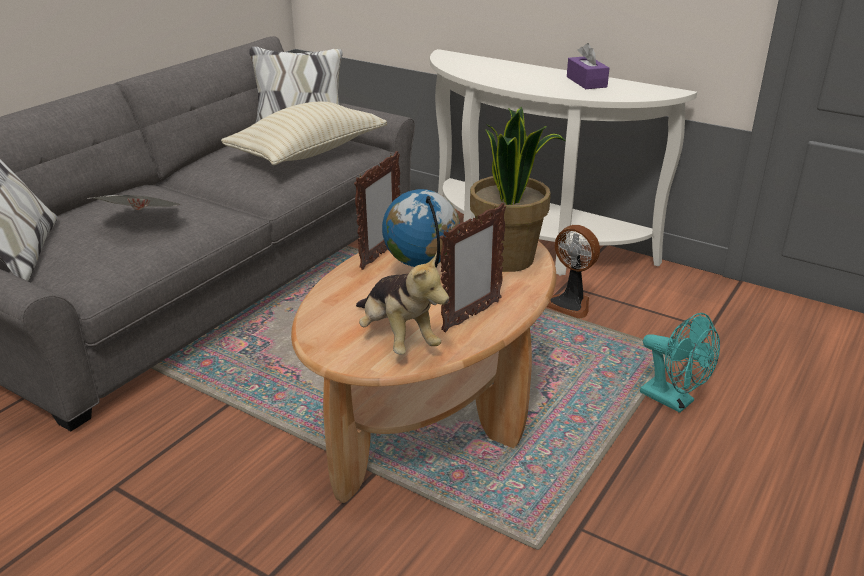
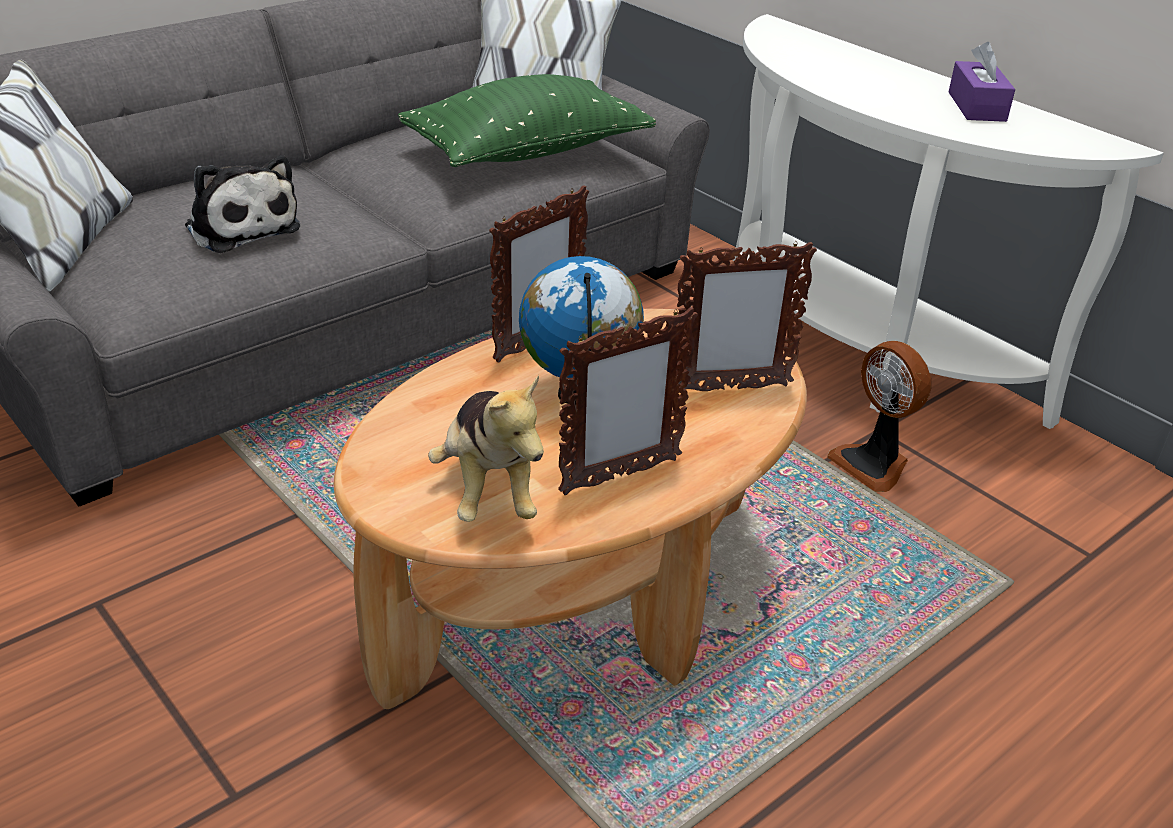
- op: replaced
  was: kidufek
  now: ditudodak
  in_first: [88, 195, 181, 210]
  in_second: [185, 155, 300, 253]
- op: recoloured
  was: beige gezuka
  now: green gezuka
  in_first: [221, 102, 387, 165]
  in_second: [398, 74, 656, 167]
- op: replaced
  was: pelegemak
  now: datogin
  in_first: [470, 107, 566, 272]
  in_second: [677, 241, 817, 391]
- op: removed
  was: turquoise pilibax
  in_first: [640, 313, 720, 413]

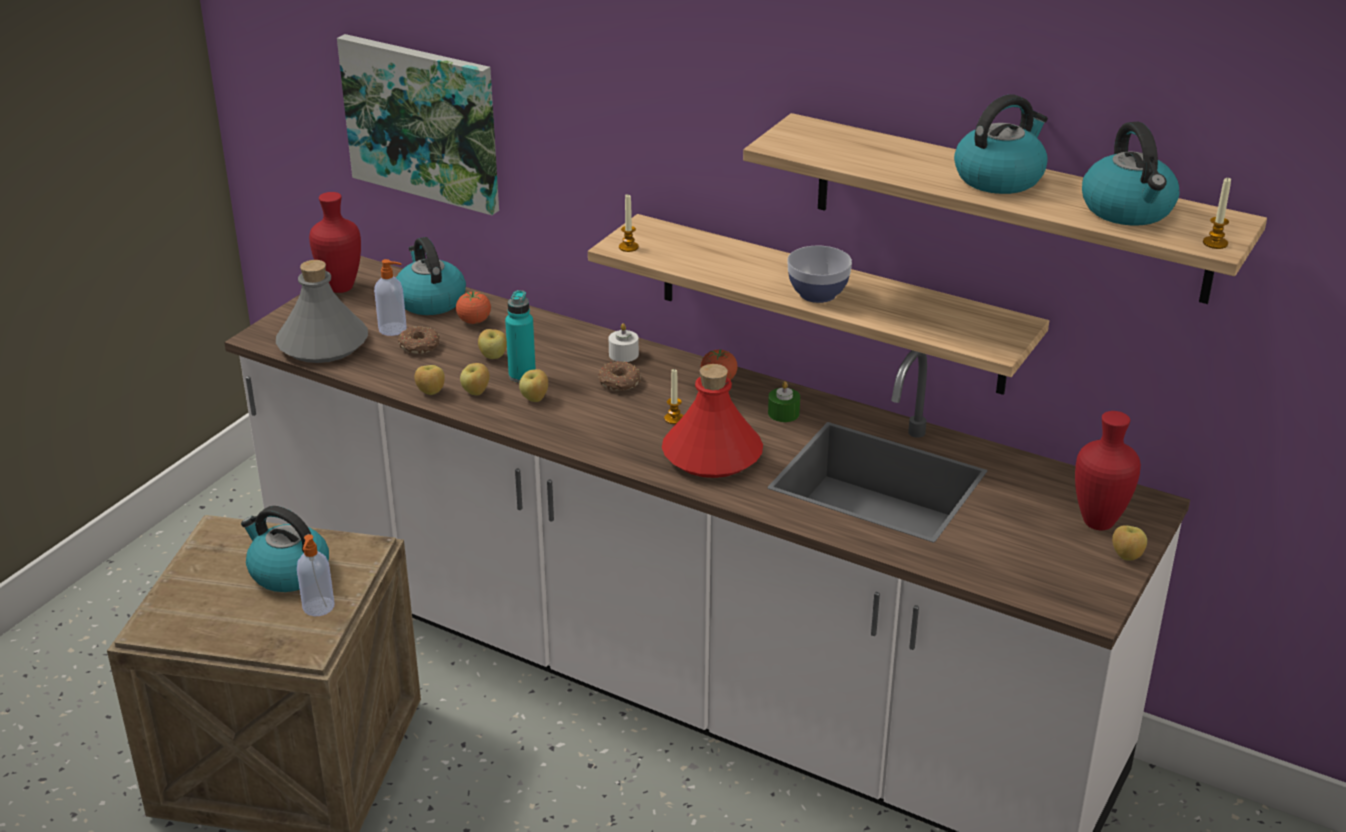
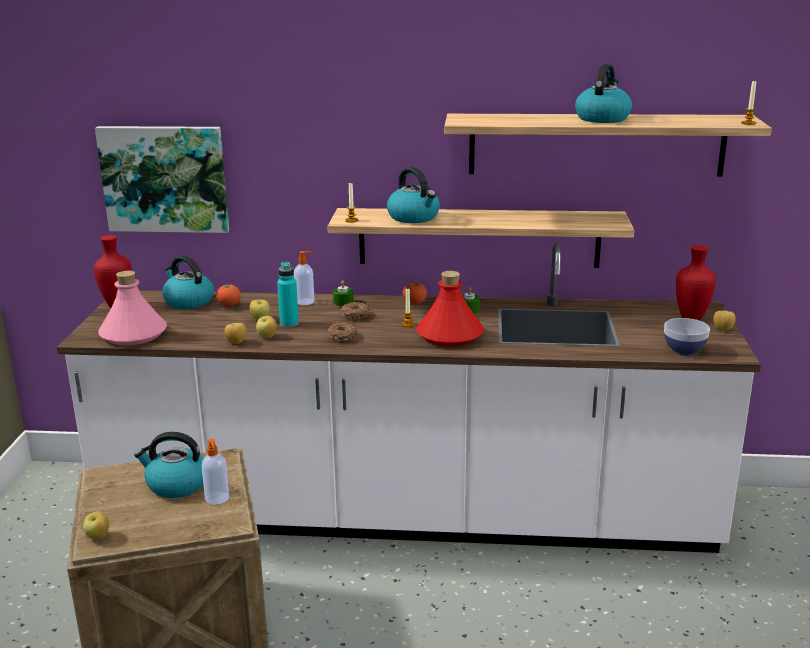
- op: recoloured
  was: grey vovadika
  now: pink vovadika
  in_first: [276, 260, 368, 363]
  in_second: [98, 271, 167, 345]
- op: moved
  was: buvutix
  in_first: [374, 259, 407, 336]
  in_second: [294, 251, 315, 305]
- op: moved
  was: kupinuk
  in_first: [398, 326, 440, 354]
  in_second: [327, 323, 358, 341]
- op: moved
  was: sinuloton
  in_first: [519, 369, 548, 402]
  in_second: [83, 511, 109, 540]
- op: recoloured
  was: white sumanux
  now: green sumanux
  in_first: [609, 323, 639, 362]
  in_second: [333, 280, 353, 307]
- op: moved
  was: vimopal
  in_first: [787, 246, 852, 303]
  in_second: [664, 318, 710, 356]
- op: moved
  was: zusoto
  in_first: [1082, 122, 1180, 226]
  in_second: [387, 167, 440, 223]

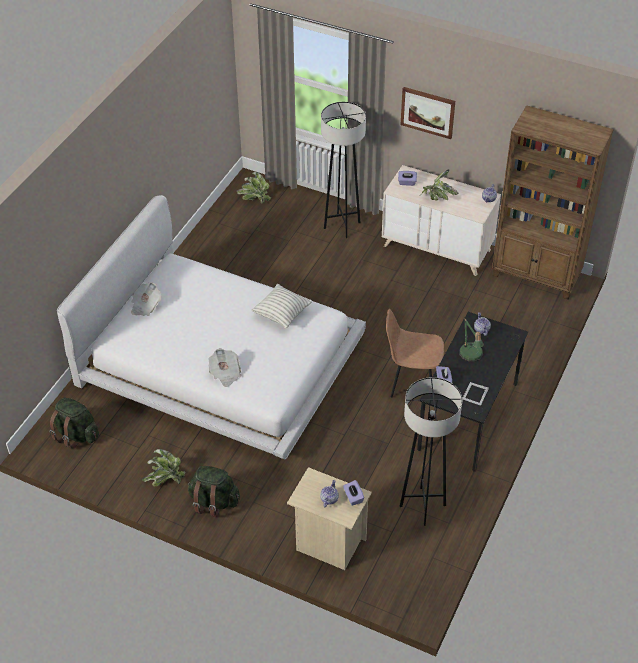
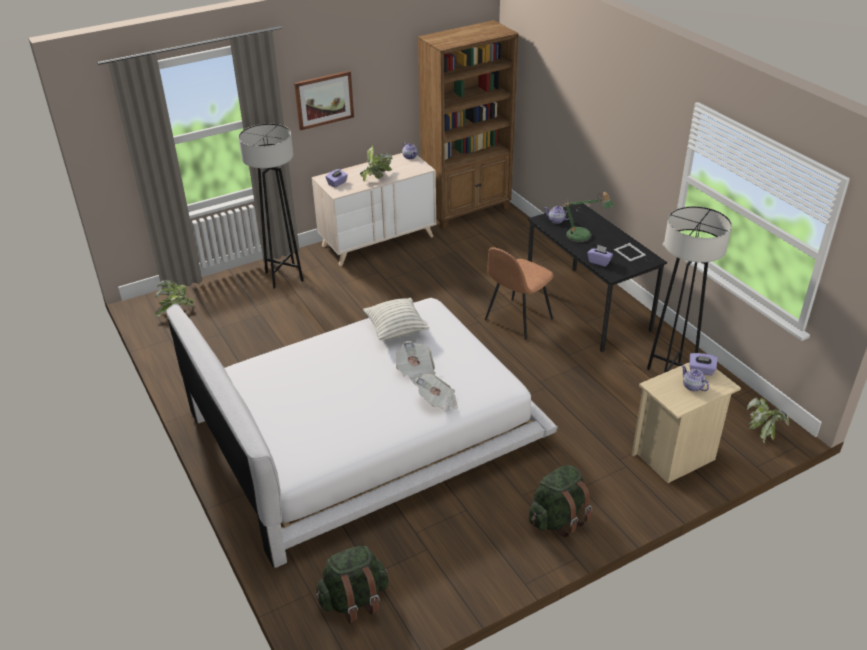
- op: moved
  was: kidufek
  in_first: [131, 282, 161, 316]
  in_second: [395, 341, 436, 386]
- op: moved
  was: pelegemak
  in_first: [142, 449, 186, 487]
  in_second: [747, 397, 789, 443]

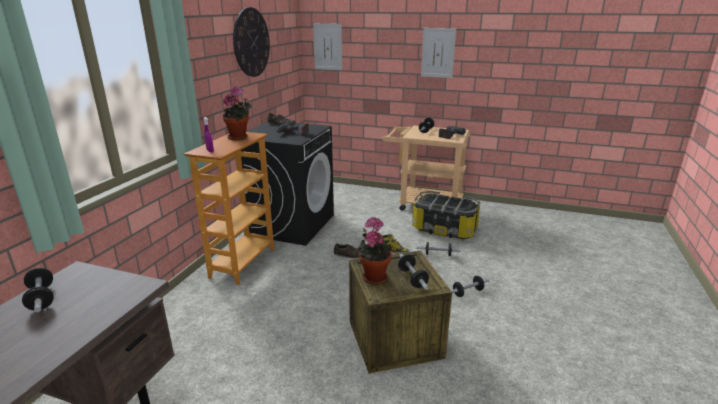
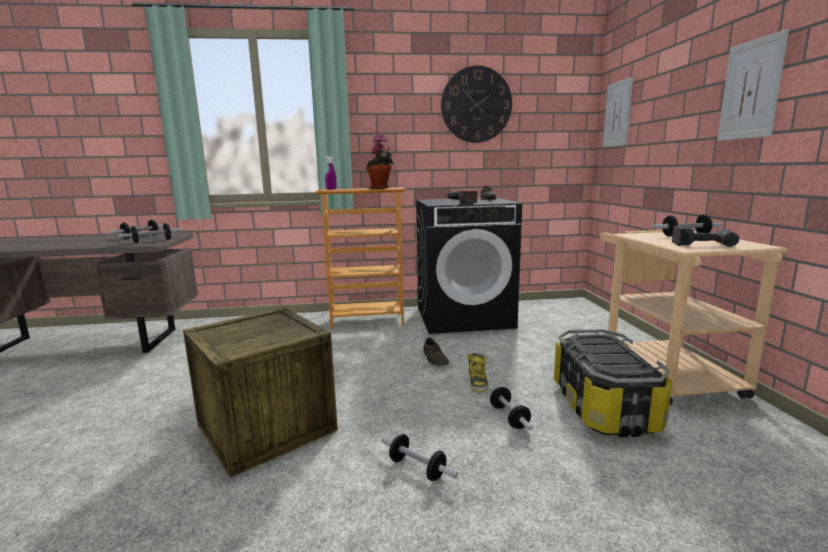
- op: removed
  was: pelegemak
  in_first: [357, 217, 392, 285]
- op: moved
  was: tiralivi
  in_first: [398, 254, 429, 290]
  in_second: [118, 223, 182, 243]

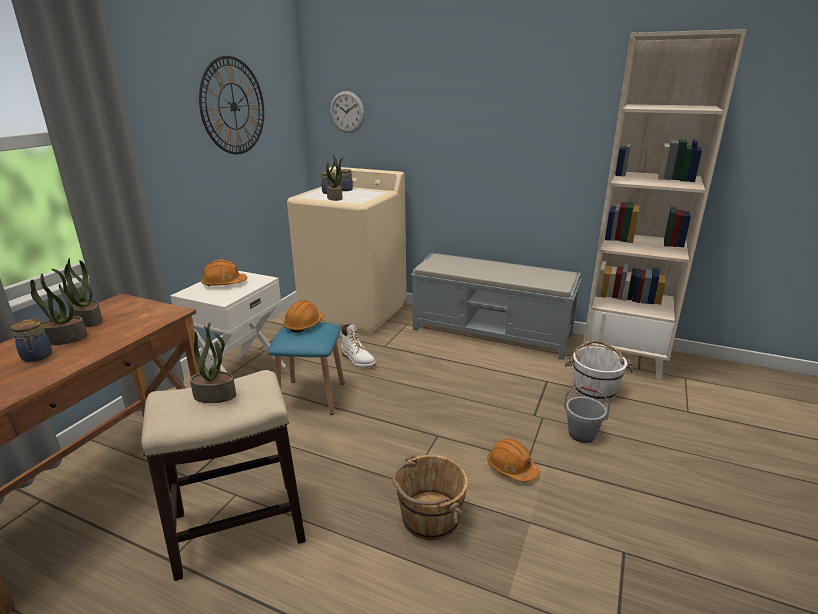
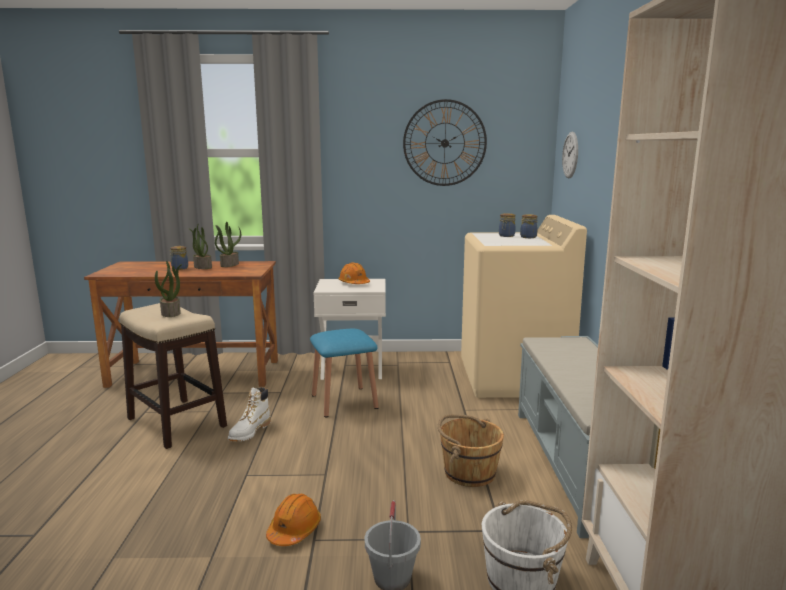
- op: removed
  was: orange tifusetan
  in_first: [283, 300, 324, 333]
- op: removed
  was: pelegemak
  in_first: [326, 155, 344, 201]
- op: moved
  was: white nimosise
  in_first: [341, 324, 376, 368]
  in_second: [228, 387, 271, 442]
- op: moved
  was: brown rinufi
  in_first: [392, 455, 468, 540]
  in_second: [438, 414, 504, 487]

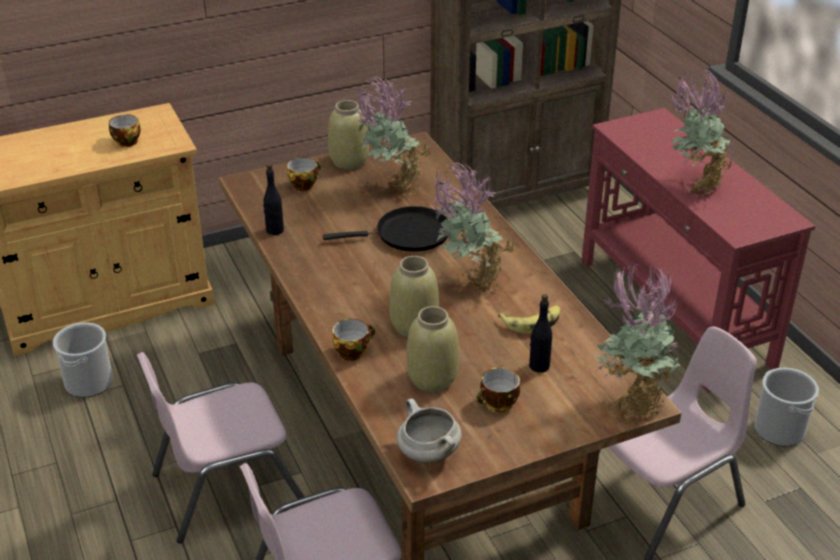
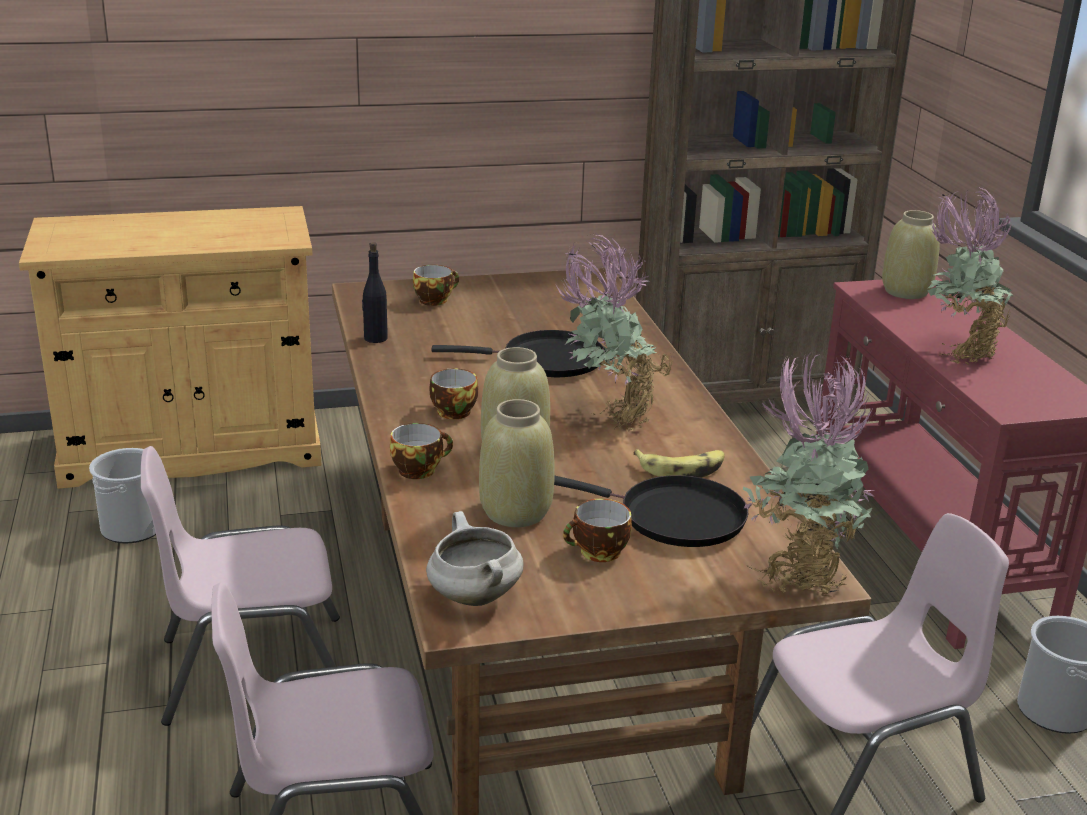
- op: moved
  was: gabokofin
  in_first: [109, 114, 141, 147]
  in_second: [429, 368, 478, 419]
- op: moved
  was: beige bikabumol
  in_first: [328, 100, 369, 169]
  in_second: [882, 210, 940, 299]
- op: removed
  was: pelegemak
  in_first: [355, 76, 431, 196]
- op: replaced
  was: black vovadika
  now: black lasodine
  in_first: [529, 294, 552, 373]
  in_second: [554, 475, 748, 547]

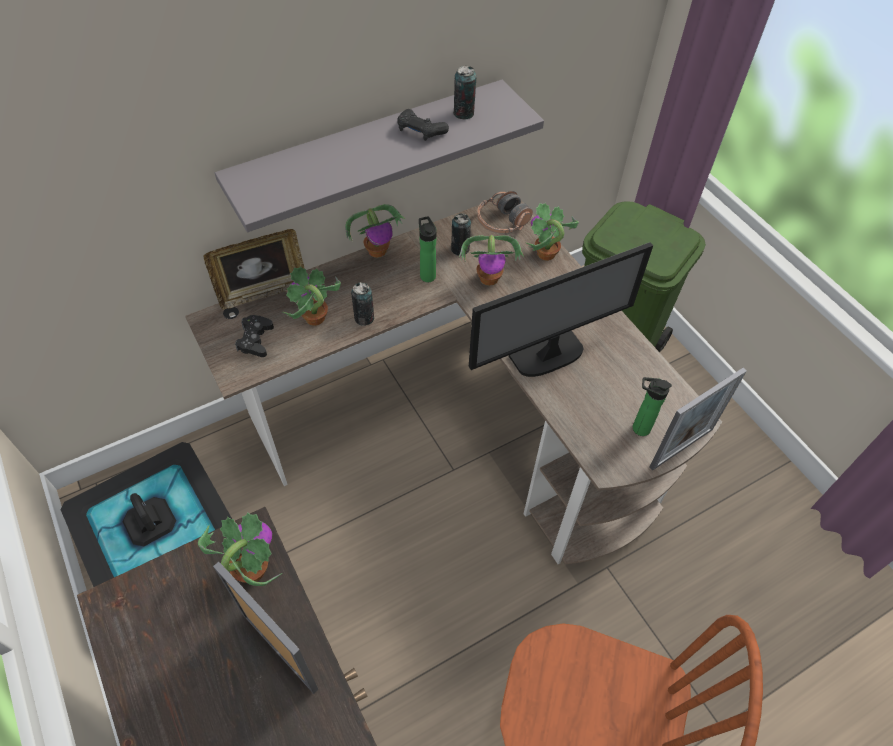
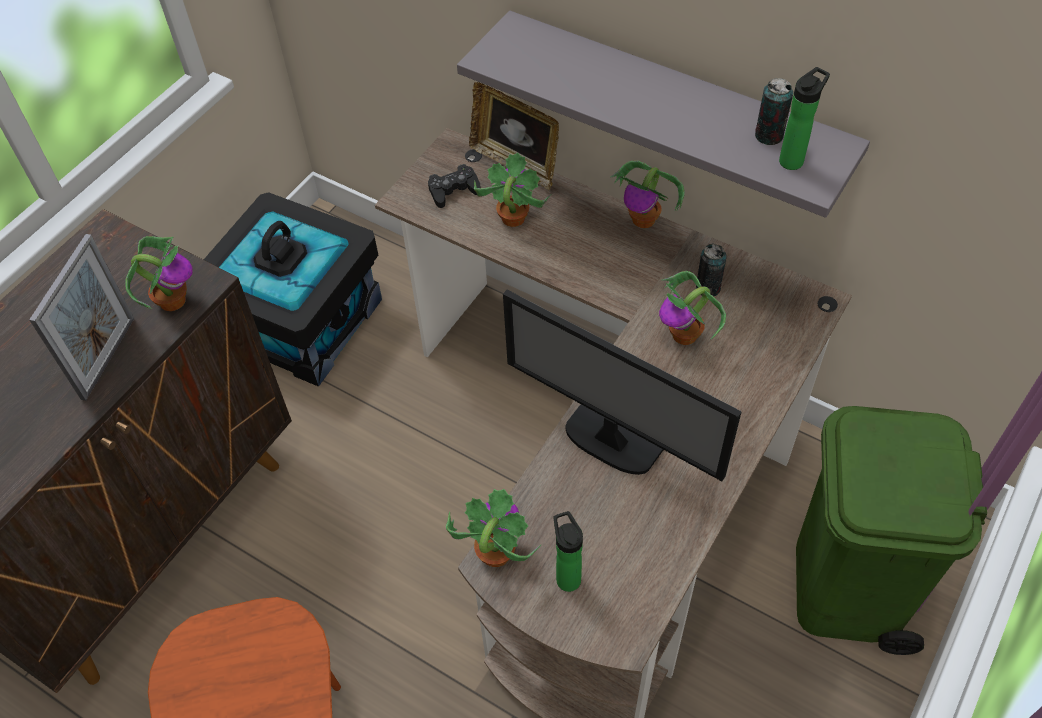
- op: removed
  was: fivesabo
  in_first: [351, 282, 374, 326]
- op: removed
  was: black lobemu
  in_first: [397, 109, 449, 141]
- op: moved
  was: vovadika
  in_first: [419, 217, 436, 282]
  in_second: [779, 67, 830, 170]
- op: removed
  was: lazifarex
  in_first: [477, 191, 533, 234]
- op: moved
  was: pelegemak
  in_first: [525, 203, 579, 261]
  in_second: [446, 489, 541, 567]
- op: removed
  was: datogin
  in_first: [649, 368, 747, 471]

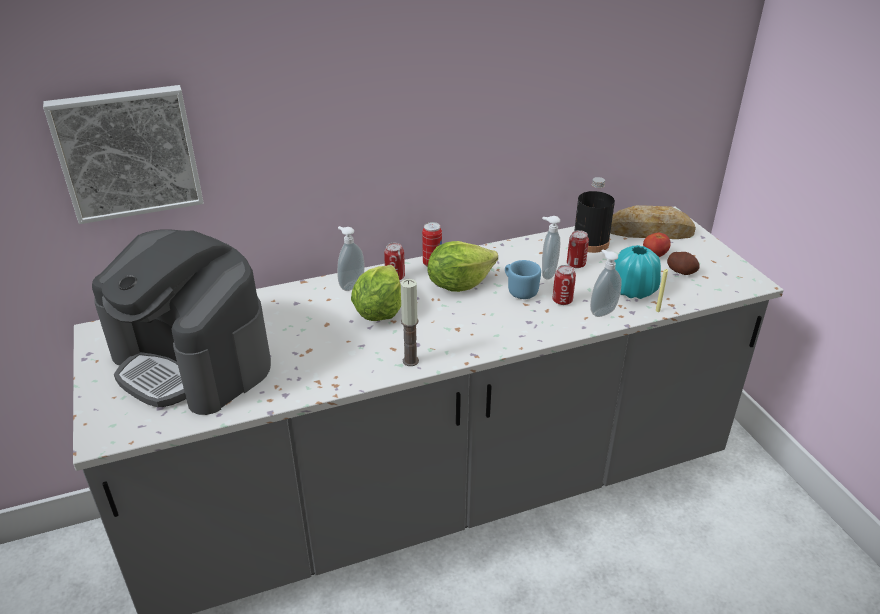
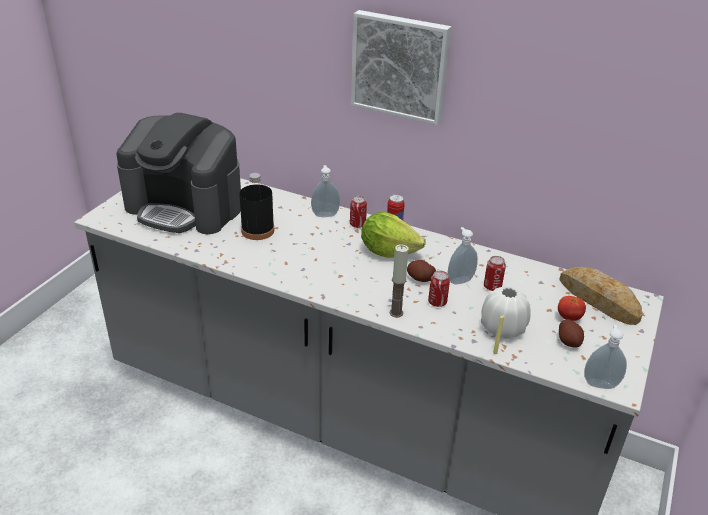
- op: moved
  was: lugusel
  in_first: [43, 85, 204, 224]
  in_second: [351, 10, 451, 125]
- op: turned
  was: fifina
  in_first: [92, 229, 271, 415]
  in_second: [116, 113, 241, 234]
  clockwise: -60
- op: removed
  was: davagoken
  in_first: [351, 265, 401, 321]
- op: moved
  was: sumanux
  in_first: [401, 279, 419, 366]
  in_second: [390, 244, 409, 318]
- op: replaced
  was: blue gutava
  now: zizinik
  in_first: [505, 260, 541, 299]
  in_second: [407, 260, 436, 282]
- op: moved
  was: black vovadika
  in_first: [574, 177, 615, 253]
  in_second: [239, 173, 274, 240]
- op: moved
  was: buvutix
  in_first: [590, 249, 622, 317]
  in_second: [584, 325, 627, 389]
- op: recoloured
  was: turquoise bikabumol
  now: white bikabumol
  in_first: [614, 245, 661, 299]
  in_second: [481, 287, 531, 339]

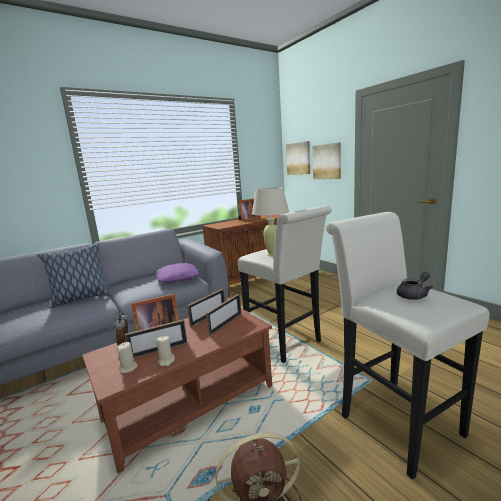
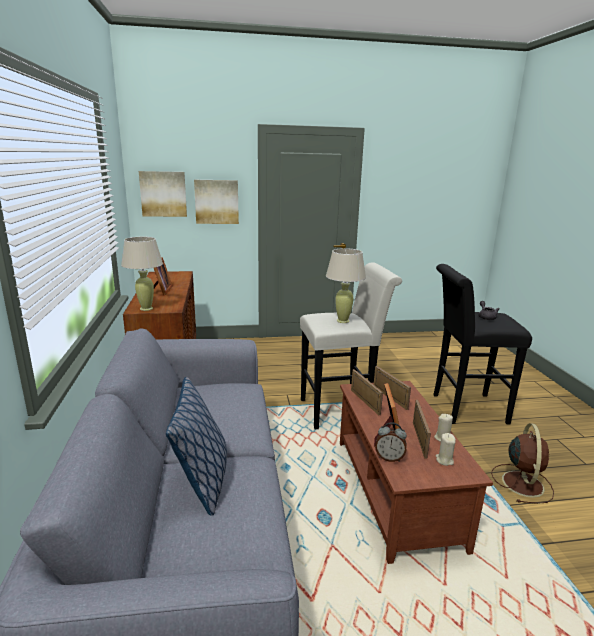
- op: removed
  was: purple gezuka
  in_first: [156, 263, 199, 283]
- op: recoloured
  was: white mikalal
  now: black mikalal
  in_first: [326, 212, 490, 480]
  in_second: [433, 264, 532, 424]
- op: added
  now: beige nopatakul
  in_second: [121, 237, 163, 311]

